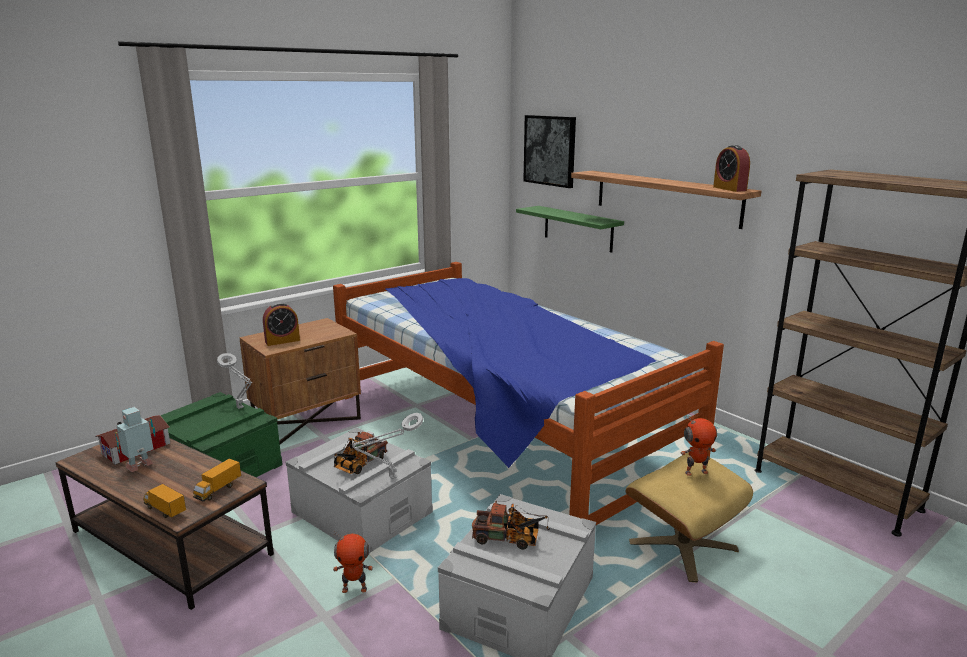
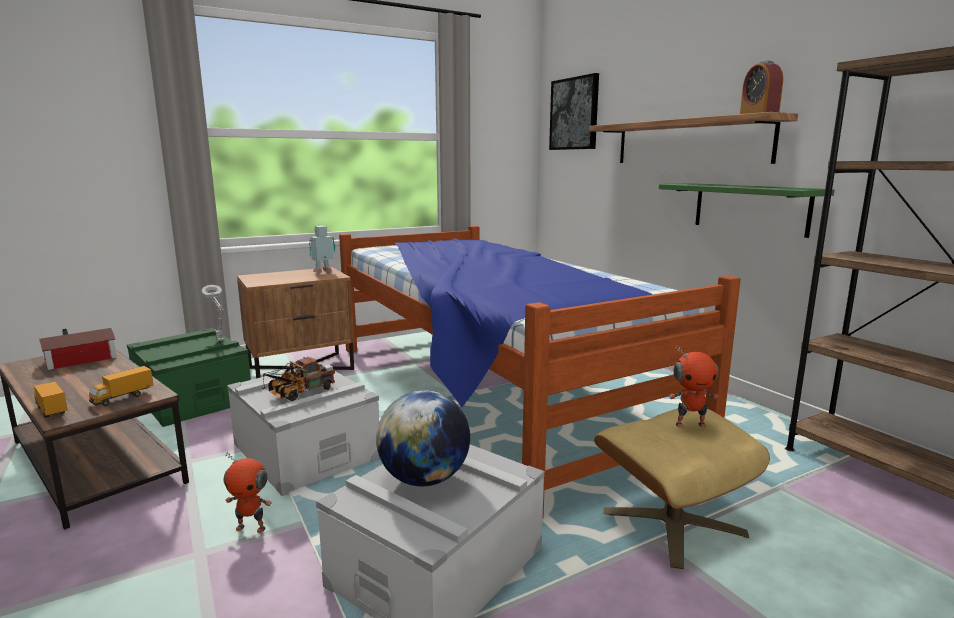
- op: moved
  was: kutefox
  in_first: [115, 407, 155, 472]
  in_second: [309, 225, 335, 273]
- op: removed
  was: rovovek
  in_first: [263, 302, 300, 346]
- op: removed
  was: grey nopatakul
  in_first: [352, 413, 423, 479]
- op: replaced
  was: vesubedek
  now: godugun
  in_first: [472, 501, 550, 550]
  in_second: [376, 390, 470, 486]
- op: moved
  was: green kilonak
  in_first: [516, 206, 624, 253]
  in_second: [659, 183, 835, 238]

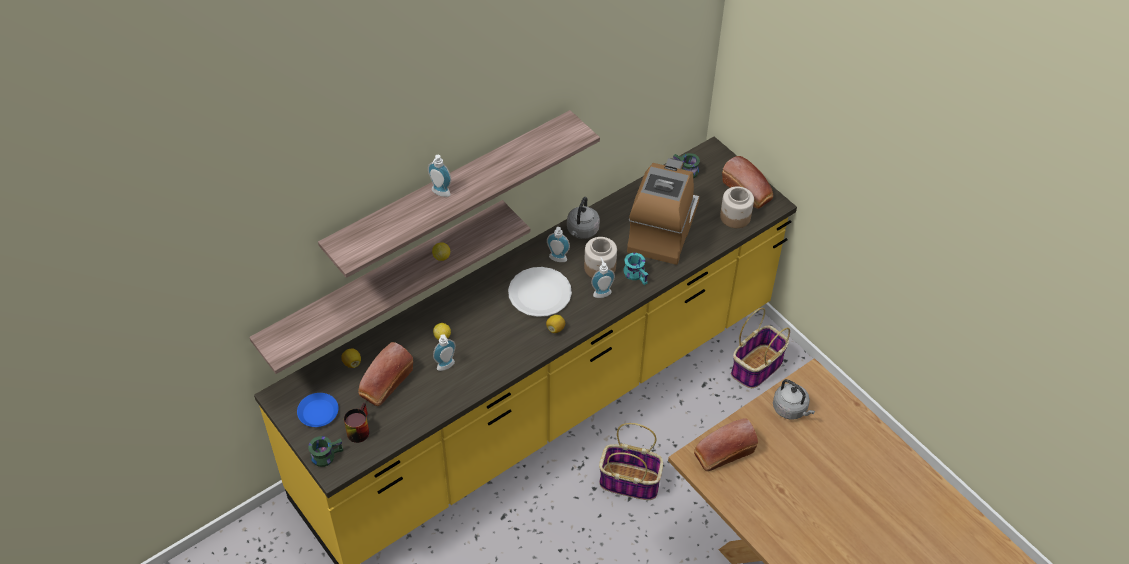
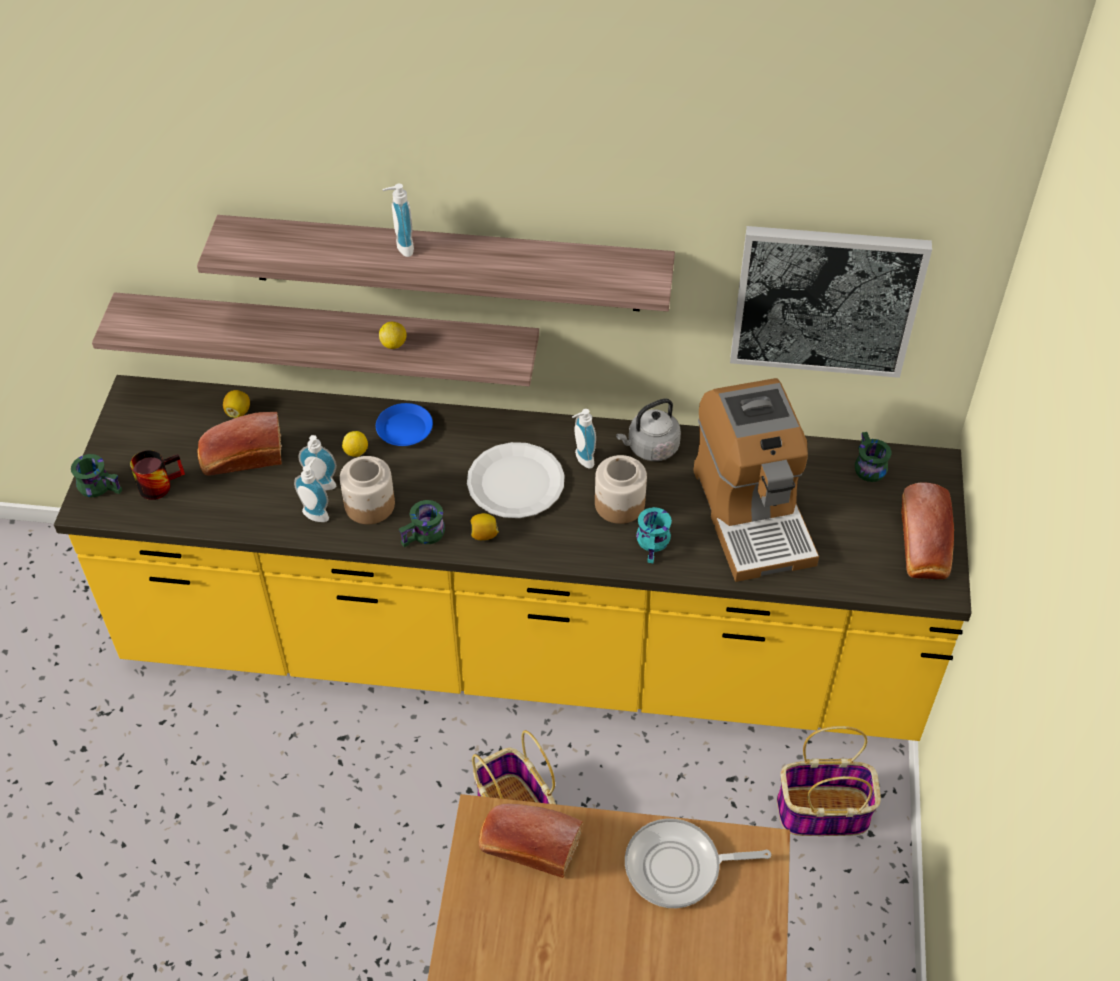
- op: moved
  was: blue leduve
  in_first: [297, 393, 339, 427]
  in_second: [376, 403, 433, 446]
- op: moved
  was: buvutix
  in_first: [591, 257, 615, 298]
  in_second: [294, 458, 329, 522]
- op: turned
  was: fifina
  in_first: [627, 158, 700, 265]
  in_second: [693, 378, 819, 582]
  clockwise: 105
- op: moved
  was: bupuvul
  in_first: [720, 186, 754, 228]
  in_second: [340, 456, 395, 524]
- op: replaced
  was: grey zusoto
  now: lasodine
  in_first: [773, 379, 815, 420]
  in_second: [625, 818, 771, 908]
- op: added
  now: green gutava
  in_second: [399, 500, 445, 547]
- op: added
  now: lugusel
  in_second: [730, 226, 932, 378]

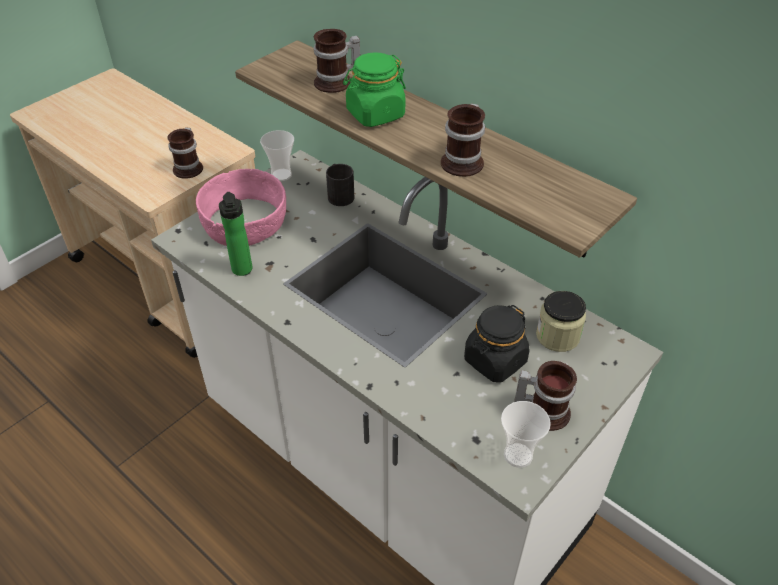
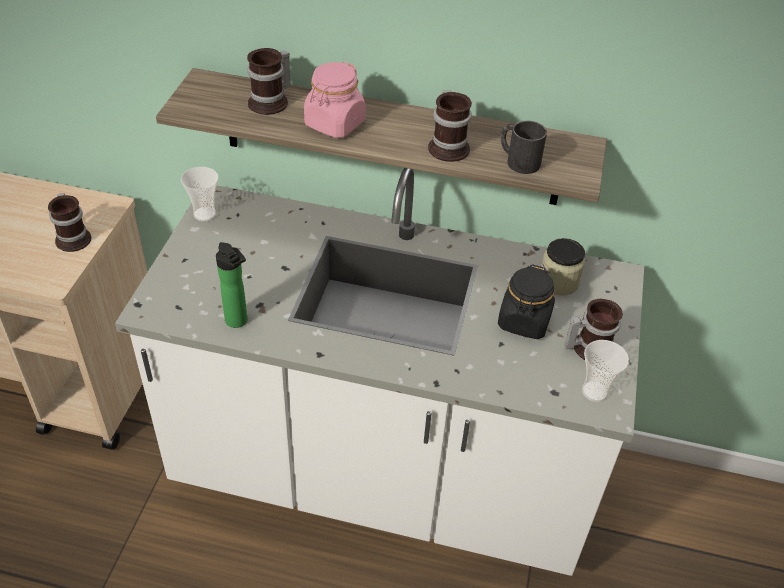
- op: removed
  was: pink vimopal
  in_first: [196, 169, 286, 246]
- op: moved
  was: black gutava
  in_first: [326, 164, 354, 206]
  in_second: [501, 121, 547, 174]
- op: recoloured
  was: green bupuvul
  now: pink bupuvul
  in_first: [343, 52, 406, 127]
  in_second: [304, 61, 366, 138]

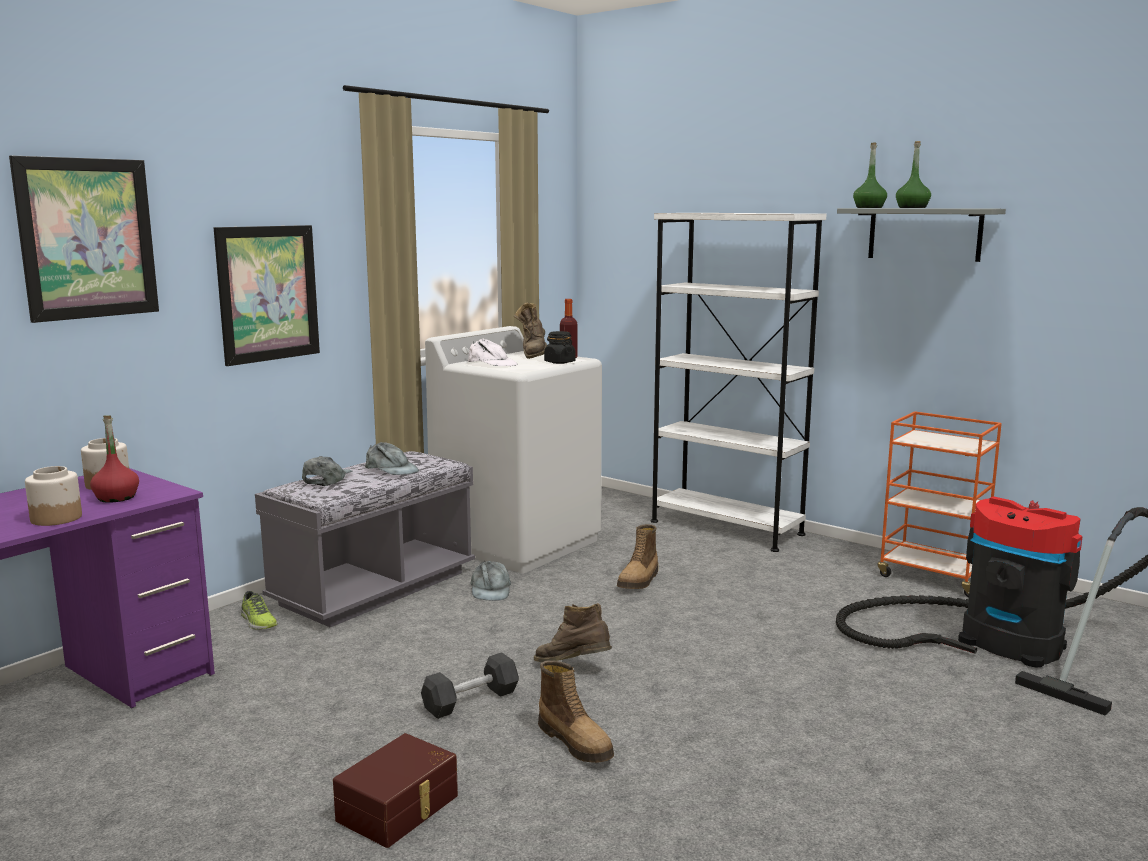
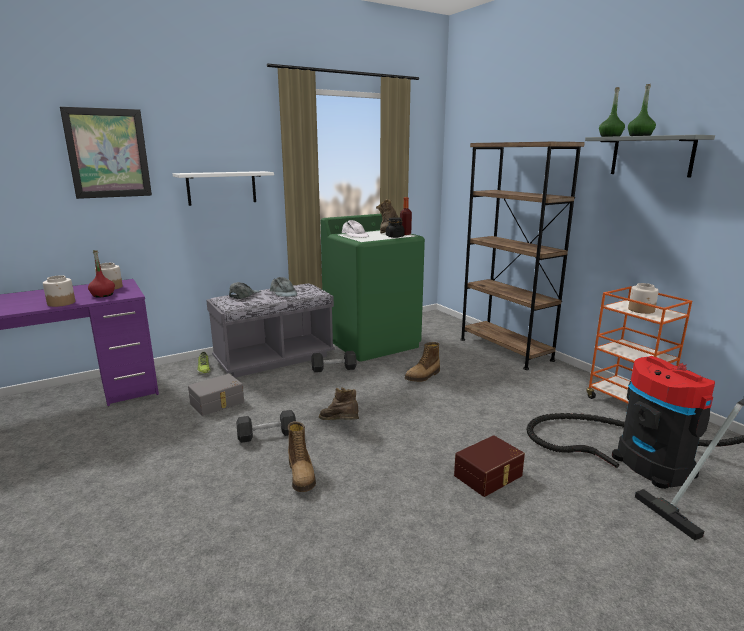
- op: replaced
  was: lugusel
  now: white kilonak
  in_first: [214, 225, 320, 366]
  in_second: [173, 171, 274, 206]
- op: moved
  was: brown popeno
  in_first: [333, 733, 458, 848]
  in_second: [454, 435, 525, 497]
- op: recoloured
  was: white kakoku
  now: green kakoku
  in_first: [425, 326, 602, 573]
  in_second: [321, 214, 425, 362]
- op: replaced
  was: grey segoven
  now: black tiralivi
  in_first: [470, 561, 511, 601]
  in_second: [311, 351, 357, 372]
- op: recoloured
  was: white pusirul
  now: brown pusirul
  in_first: [650, 213, 827, 552]
  in_second: [460, 142, 585, 370]
- op: added
  now: grey popeno
  in_second: [188, 374, 244, 416]
- op: added
  now: bupuvul
  in_second: [628, 283, 659, 314]

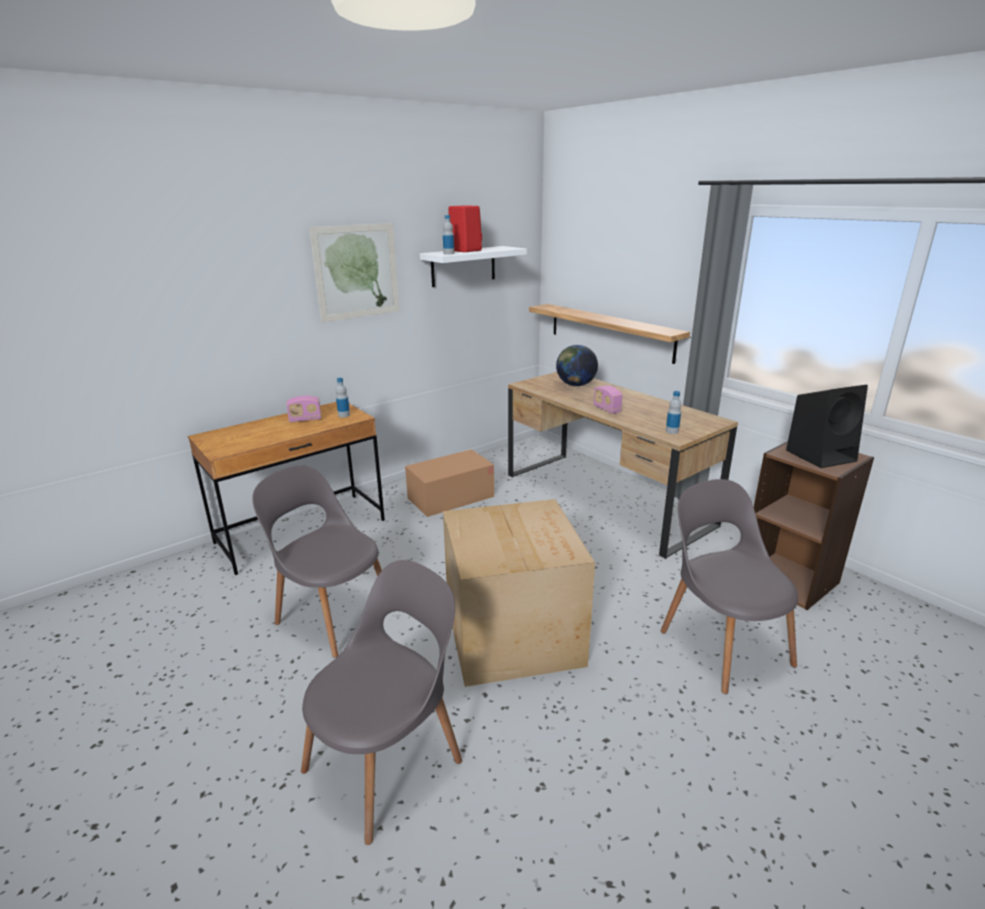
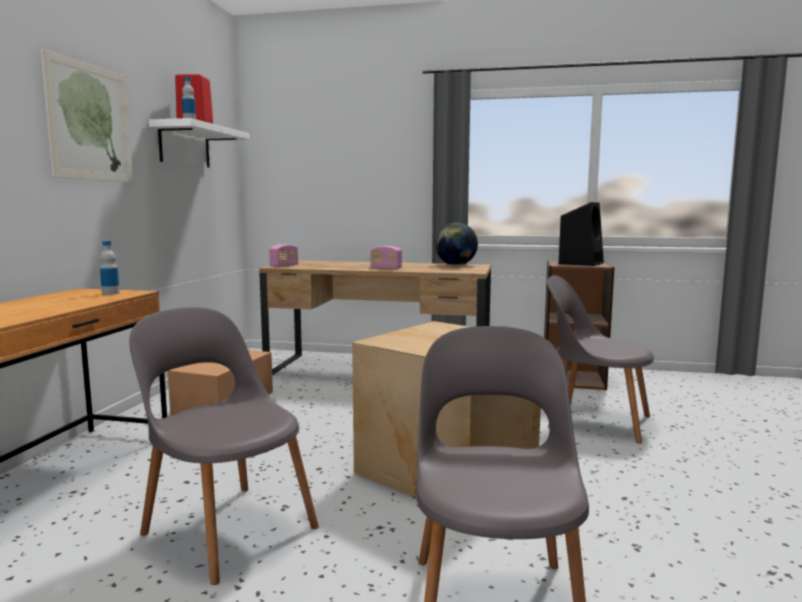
- op: turned
  was: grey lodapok
  in_first: [252, 465, 395, 658]
  in_second: [129, 307, 319, 585]
  clockwise: 45
- op: moved
  was: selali
  in_first: [286, 396, 321, 422]
  in_second: [269, 244, 298, 268]
- op: removed
  was: kilonak
  in_first: [529, 304, 690, 364]
- op: moved
  was: godugun
  in_first: [556, 345, 598, 386]
  in_second: [435, 223, 478, 265]
- op: removed
  was: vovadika
  in_first: [666, 391, 681, 434]

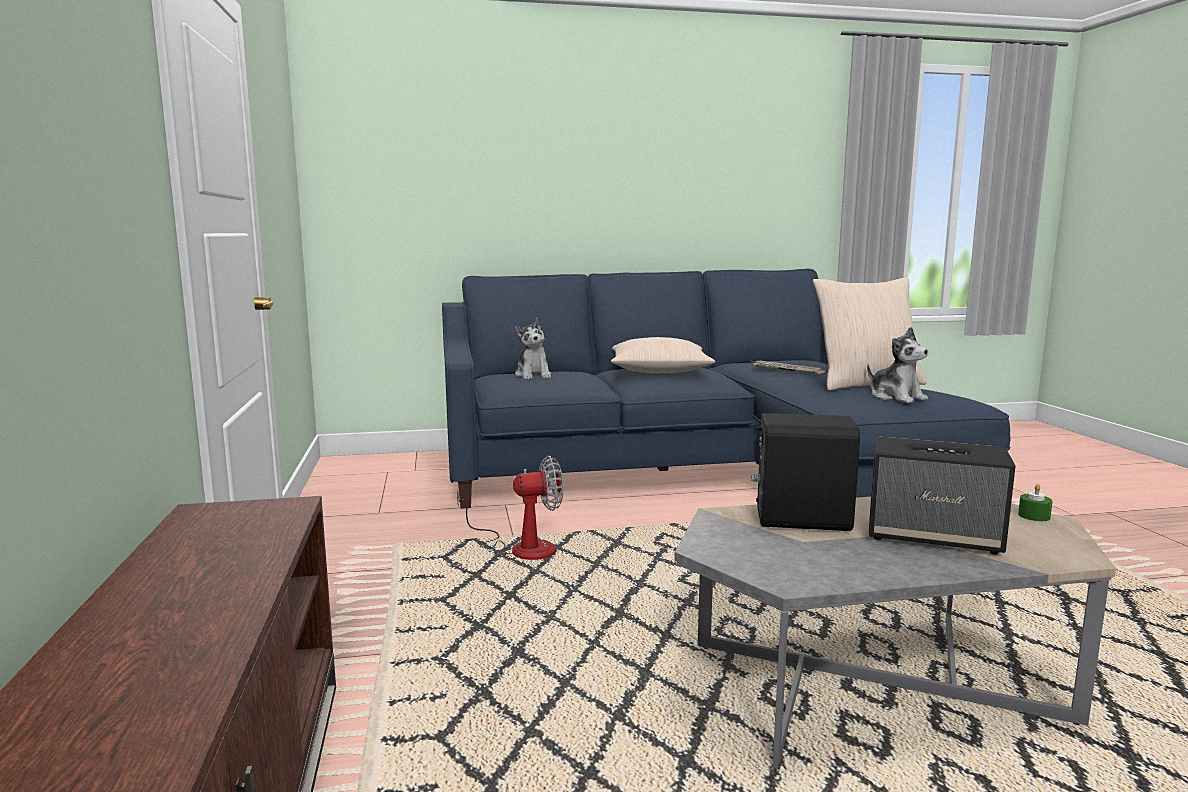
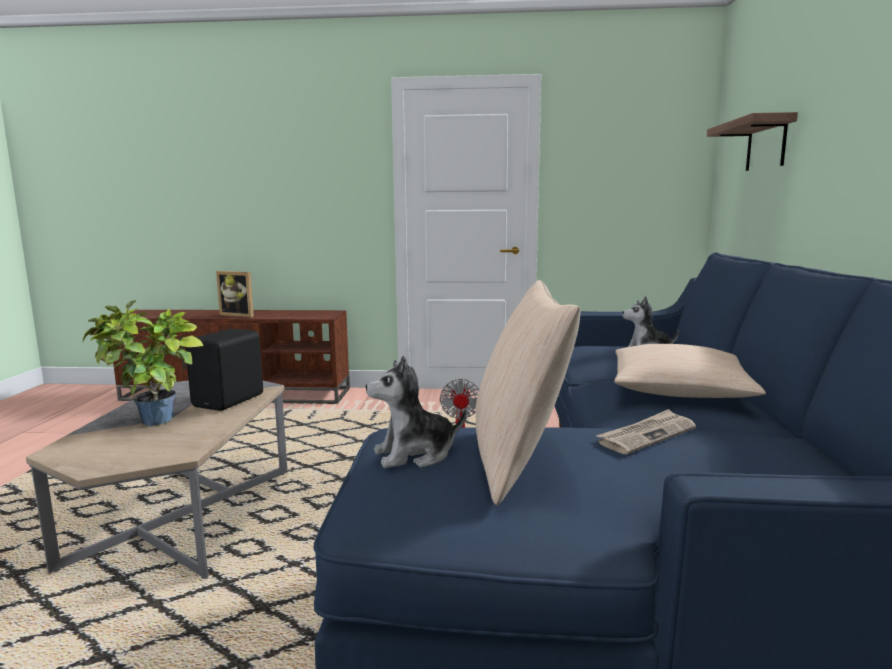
- op: replaced
  was: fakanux
  now: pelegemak
  in_first: [869, 436, 1015, 555]
  in_second: [83, 300, 203, 426]
- op: removed
  was: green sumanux
  in_first: [1018, 484, 1053, 521]
- op: added
  now: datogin
  in_second: [216, 271, 254, 317]
- op: added
  now: kilonak
  in_second: [707, 112, 798, 171]

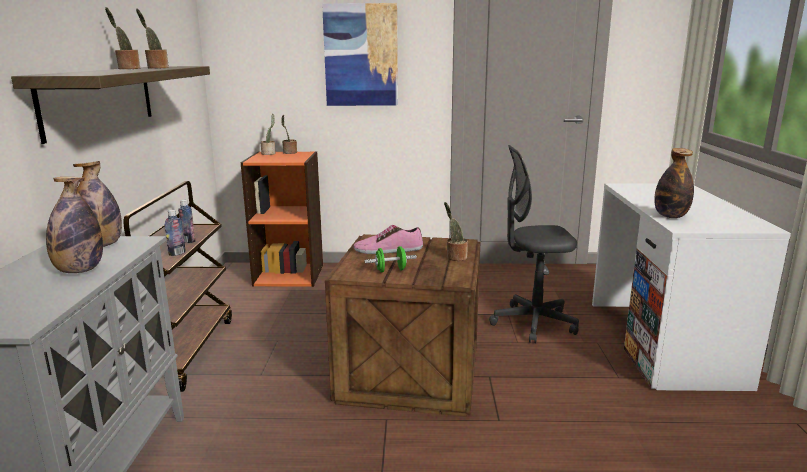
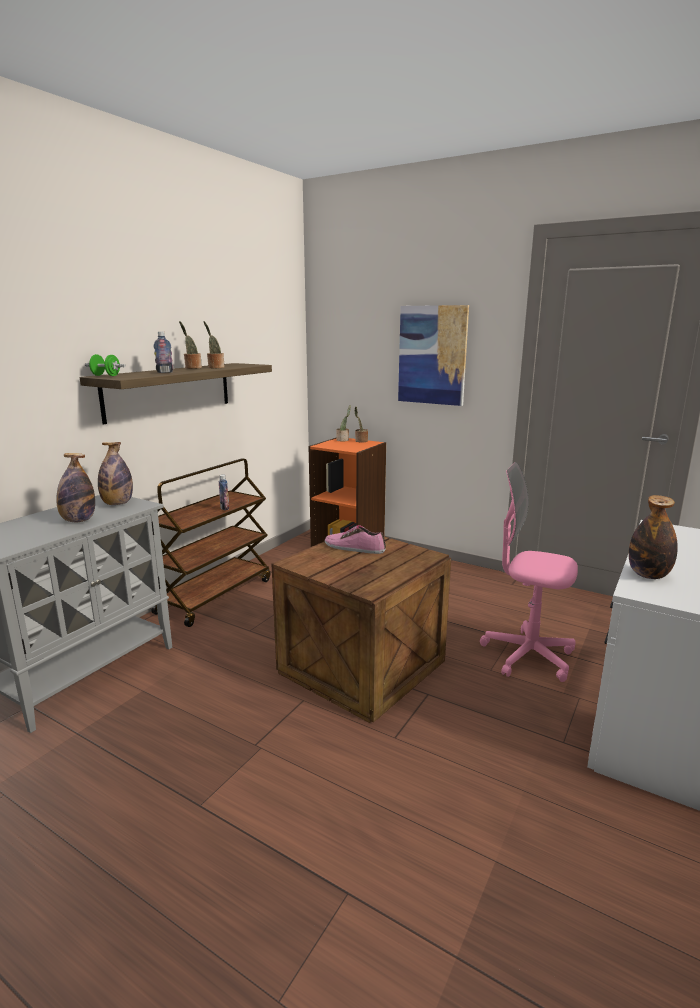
- op: moved
  was: vovadika
  in_first: [165, 210, 186, 256]
  in_second: [154, 332, 173, 373]
- op: moved
  was: green tiralivi
  in_first: [364, 246, 417, 272]
  in_second: [85, 354, 126, 376]
- op: removed
  was: pelegemak
  in_first: [444, 202, 468, 261]
- op: recoloured
  was: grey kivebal
  now: pink kivebal
  in_first: [489, 145, 579, 343]
  in_second: [480, 462, 578, 682]

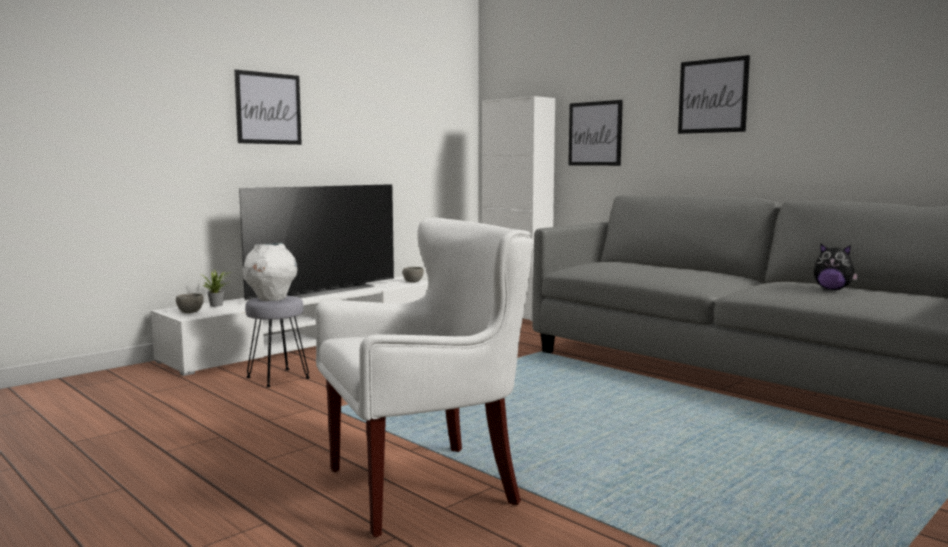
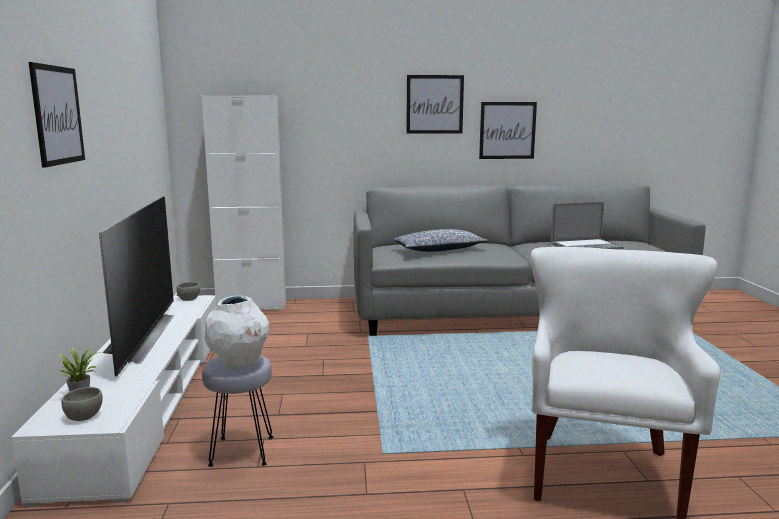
- op: moved
  was: lugusel
  in_first: [568, 100, 623, 166]
  in_second: [479, 102, 537, 159]
- op: replaced
  was: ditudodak
  now: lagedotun
  in_first: [814, 244, 859, 290]
  in_second: [551, 202, 624, 249]
- op: added
  now: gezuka
  in_second: [393, 229, 488, 252]

